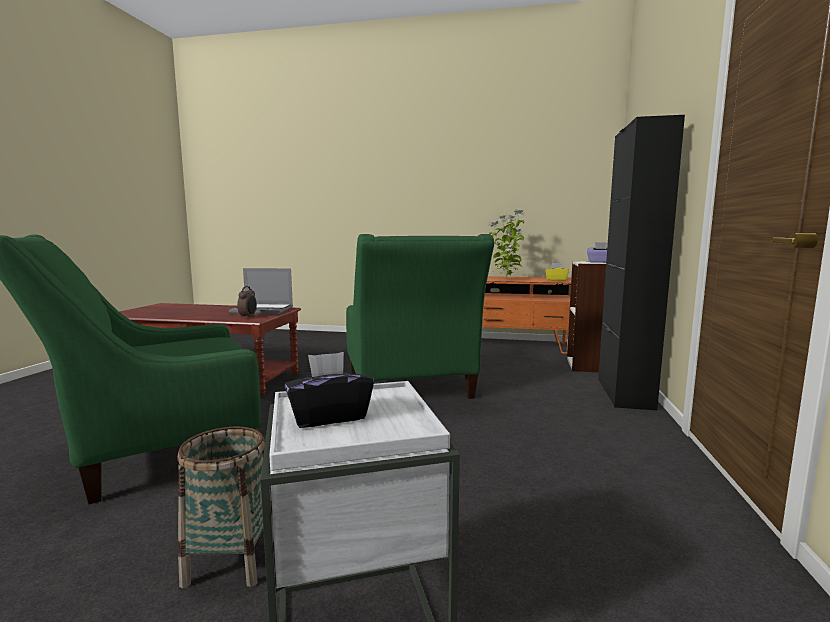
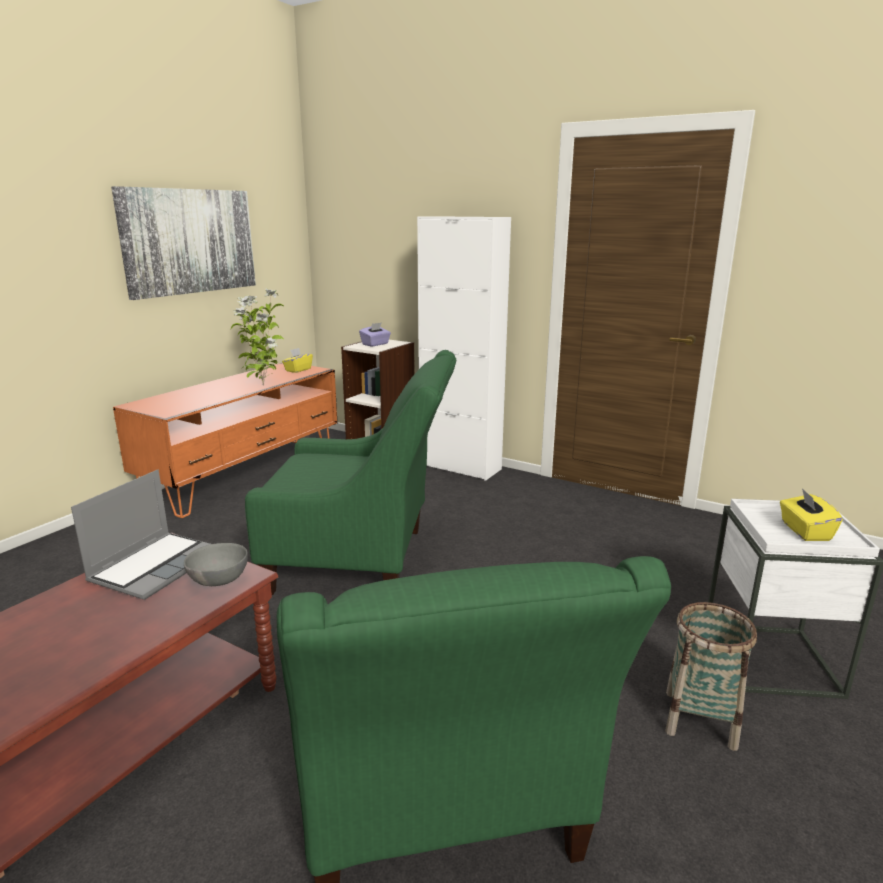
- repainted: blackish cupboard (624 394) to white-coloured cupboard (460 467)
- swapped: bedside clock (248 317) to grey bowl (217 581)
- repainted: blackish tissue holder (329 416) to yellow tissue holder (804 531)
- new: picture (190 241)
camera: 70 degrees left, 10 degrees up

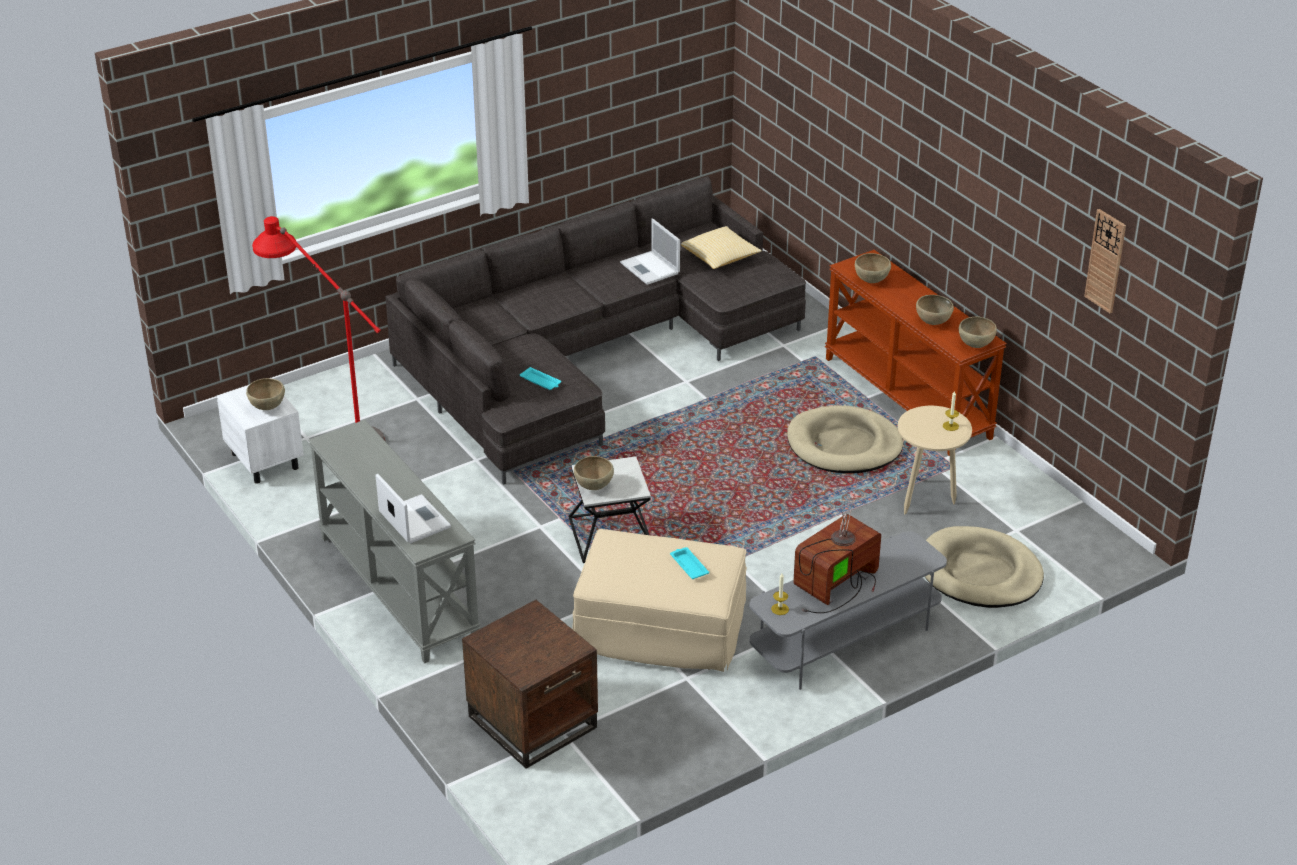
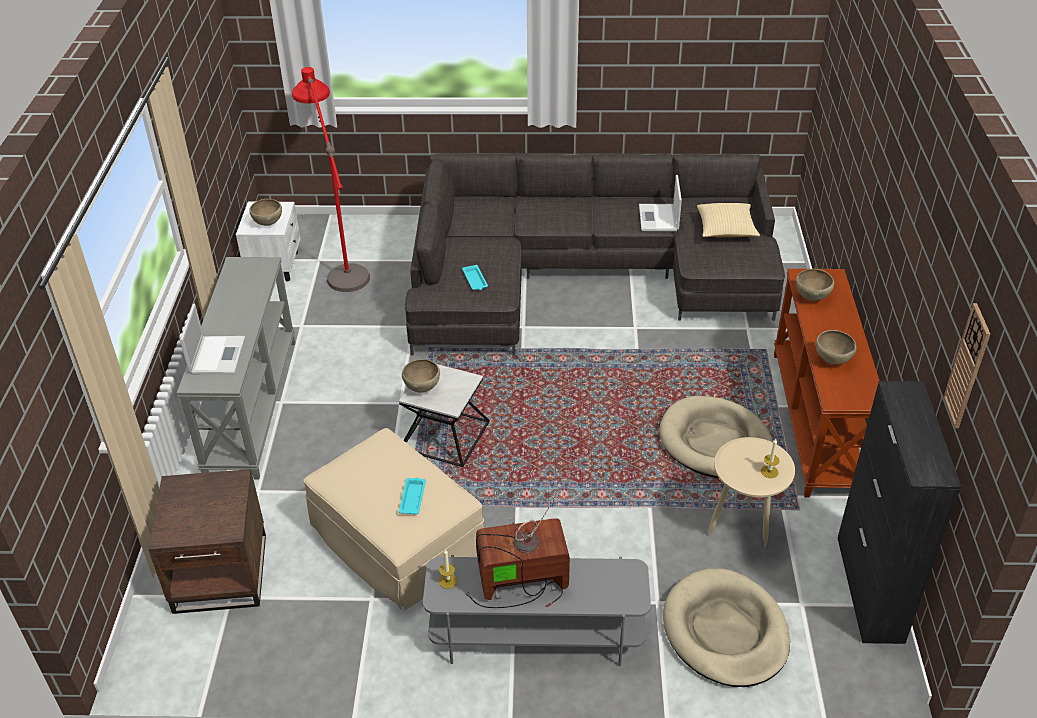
- gone: brownish bowl (976 345)
- new: blackish cupboard (869 589)
camera: 35 degrees right, 5 degrees up

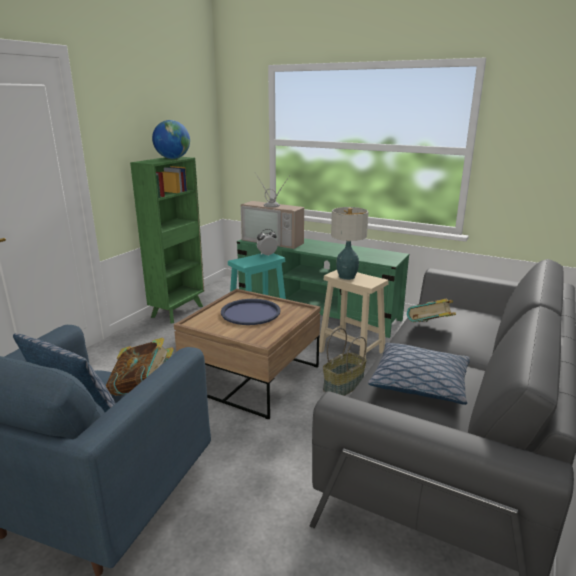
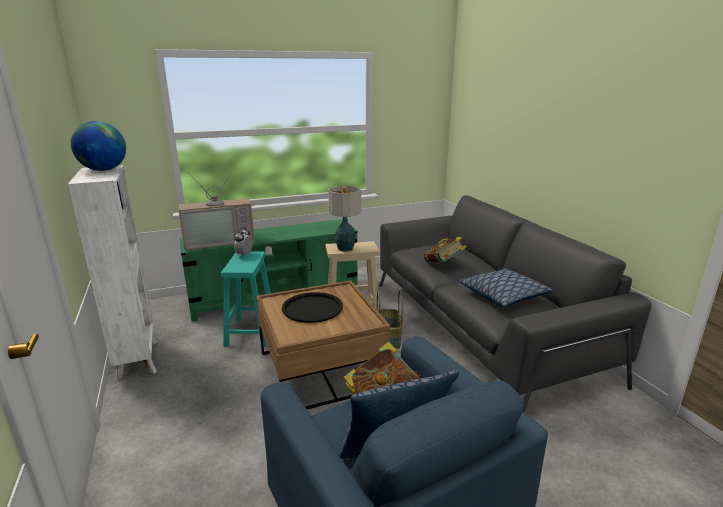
- repainted: green bookshelf (178 311) to white-coloured bookshelf (137 359)
- repainted: bluish serving tray (250 312) to blackish serving tray (312 308)
camera: 50 degrees left, 0 degrees up

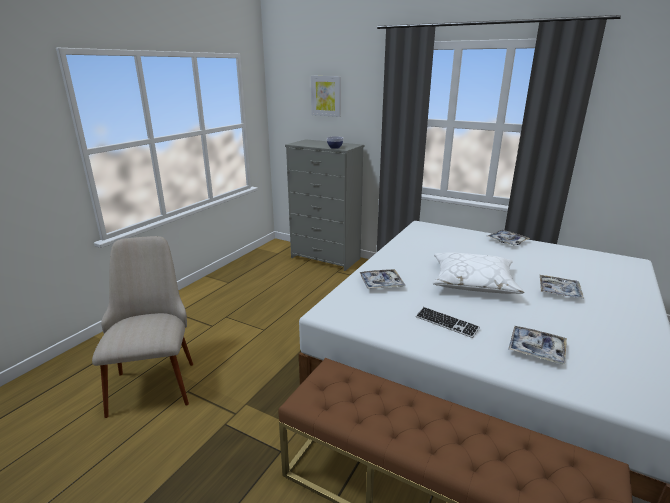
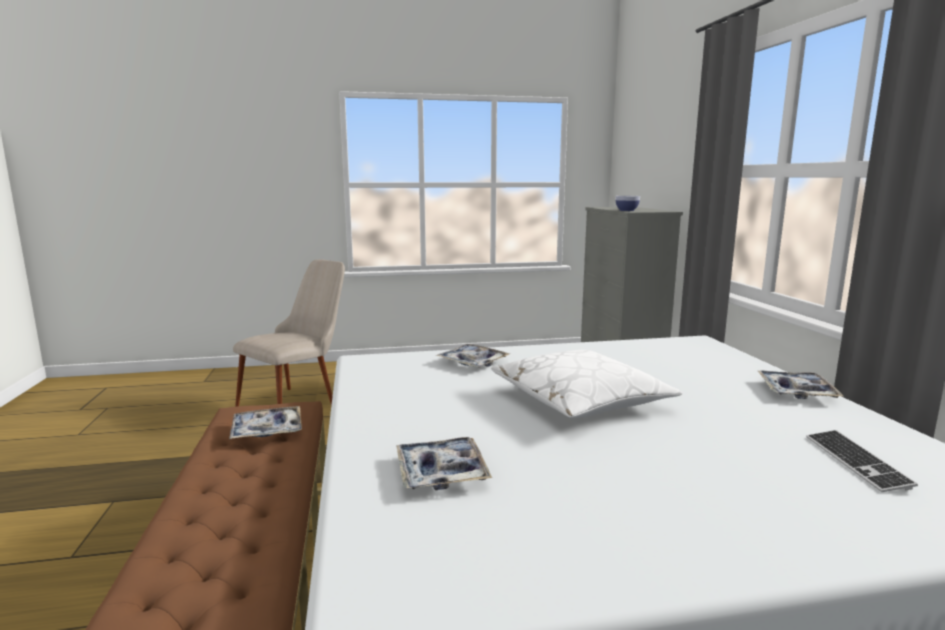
- gone: picture (326 96)
- shifted: serving tray (559 291) to (267 430)
- shifted: computer keyboard (446 323) to (856 462)
camera: 50 degrees right, 10 degrees down

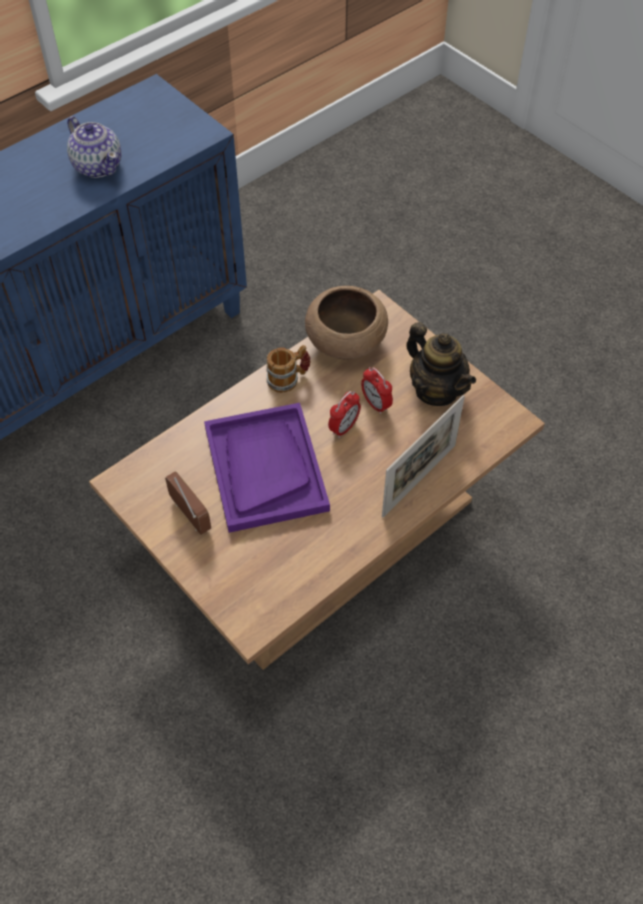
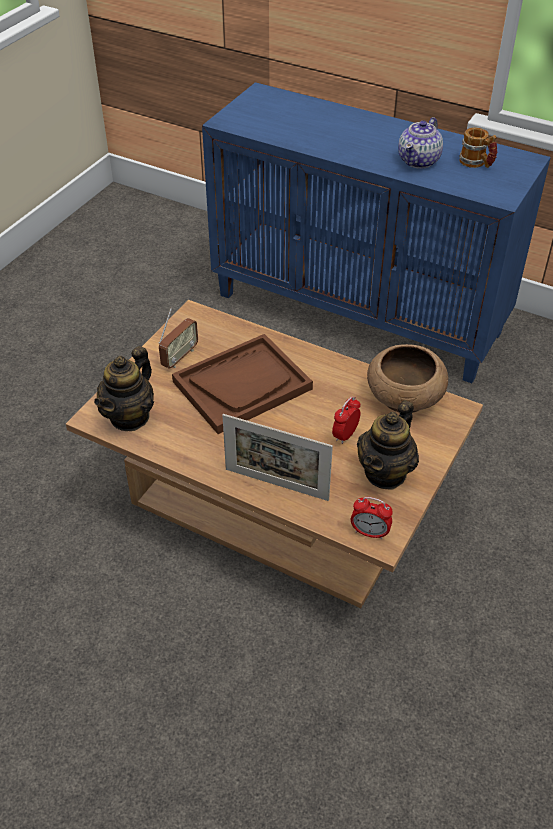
- shifted: coffee mug (288 379) to (476 163)
- shifted: bedside clock (344 428) to (370 532)
- repainted: purple serving tray (265 468) to brownish serving tray (242 385)
- new: tea pot (130 416)
camera: 70 degrees right, 10 degrees down

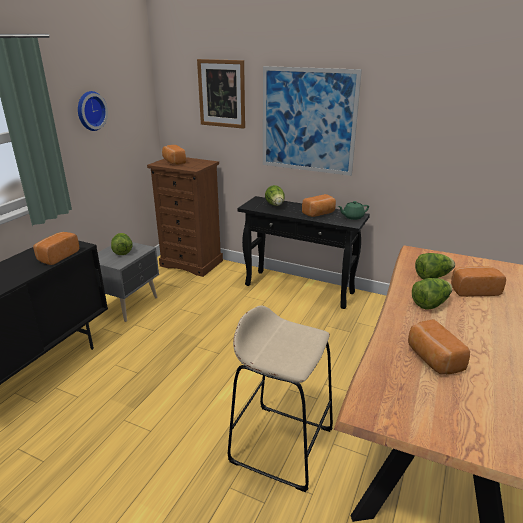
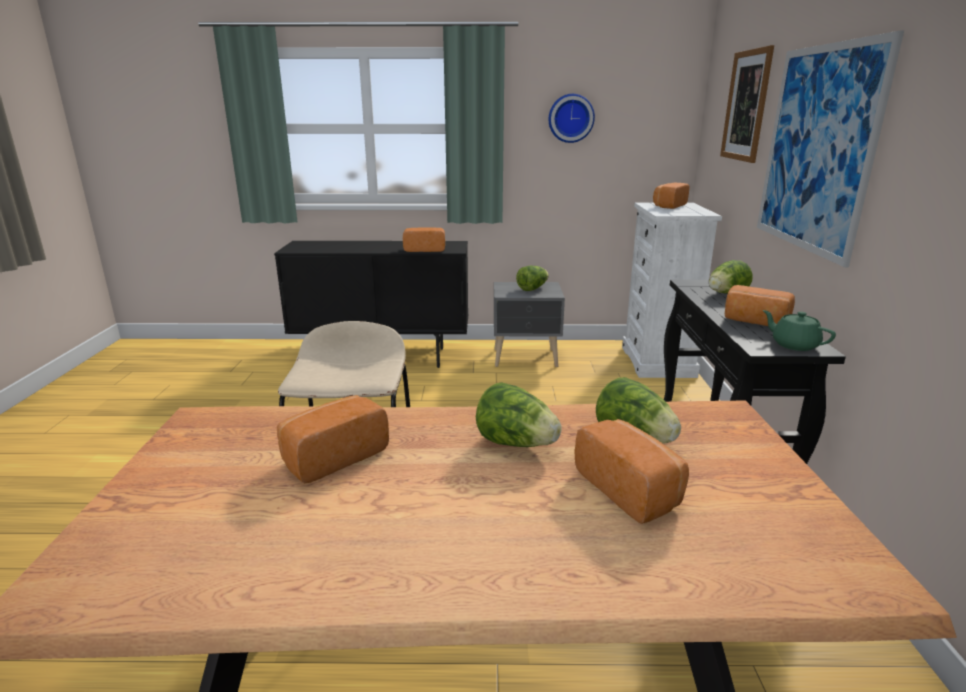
- repainted: brownish chest of drawers (192 263) to white-coloured chest of drawers (658 362)
camera: 65 degrees right, 5 degrees down

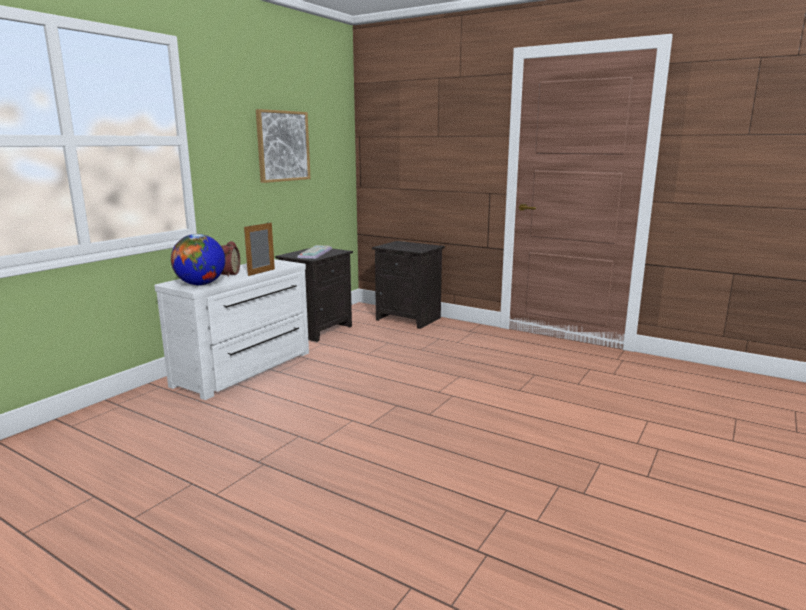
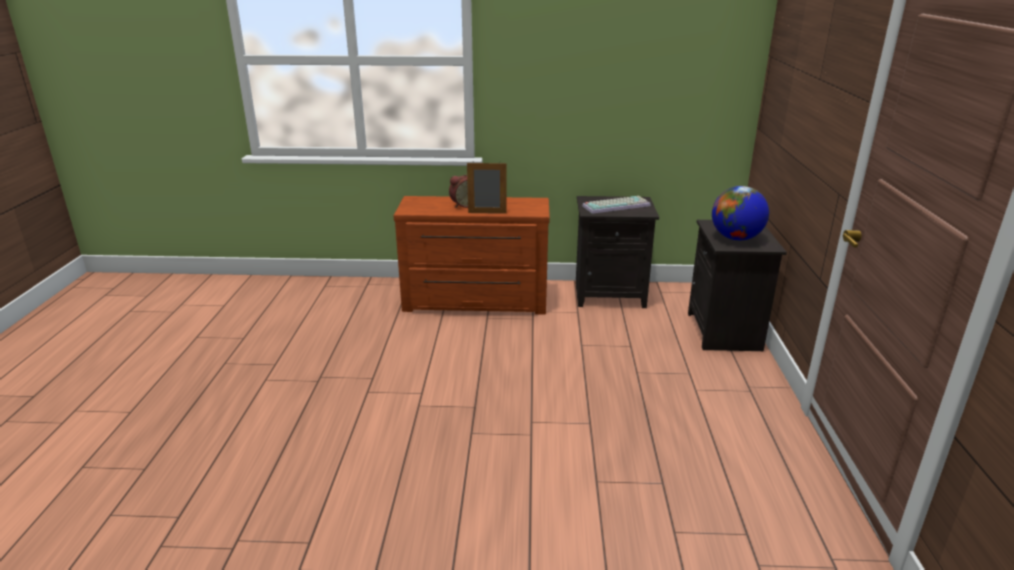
- gone: picture (283 146)
- shifted: world globe (200 284) to (736 238)
- repainted: white-coloured chest of drawers (246 369) to brownish chest of drawers (475 302)
camera: 60 degrees right, 10 degrees up

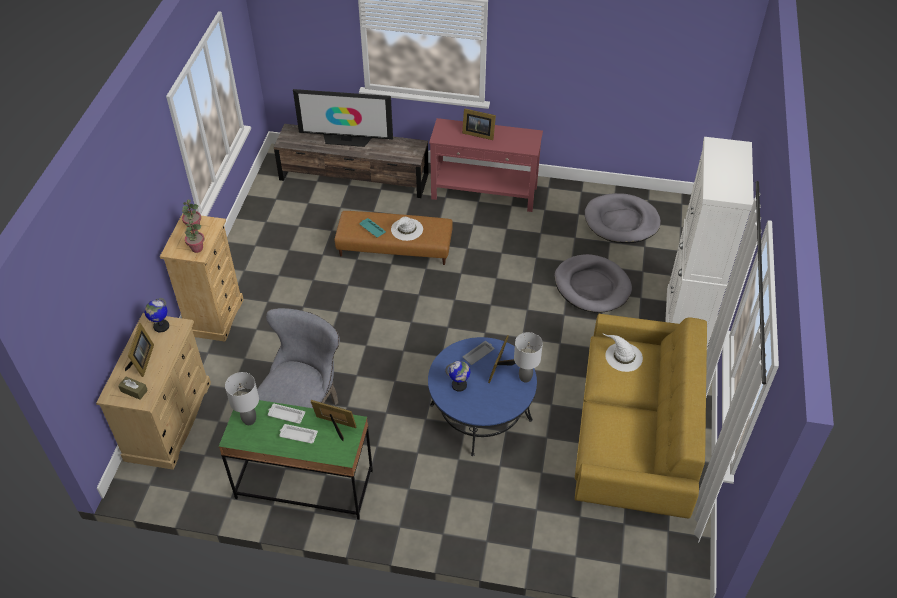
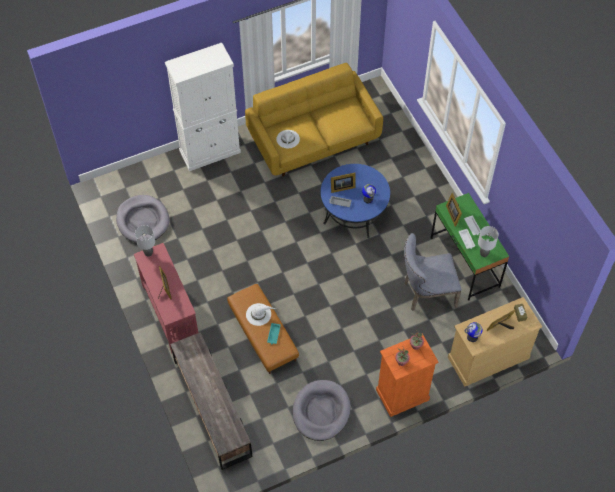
- gone: TV (346 140)
- repainted: sand-coloured chest of drawers (214 316) to orangey chest of drawers (402 395)
- shifted: grey dog cushion (592 286) to (321 411)
- shifted: grey table lamp (525 377) to (148 253)
camera: 125 degrees left, 10 degrees up

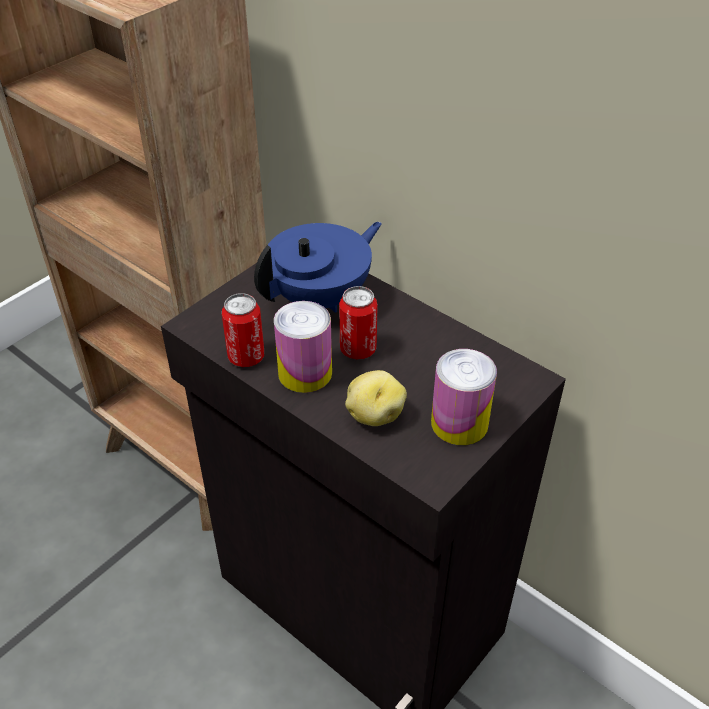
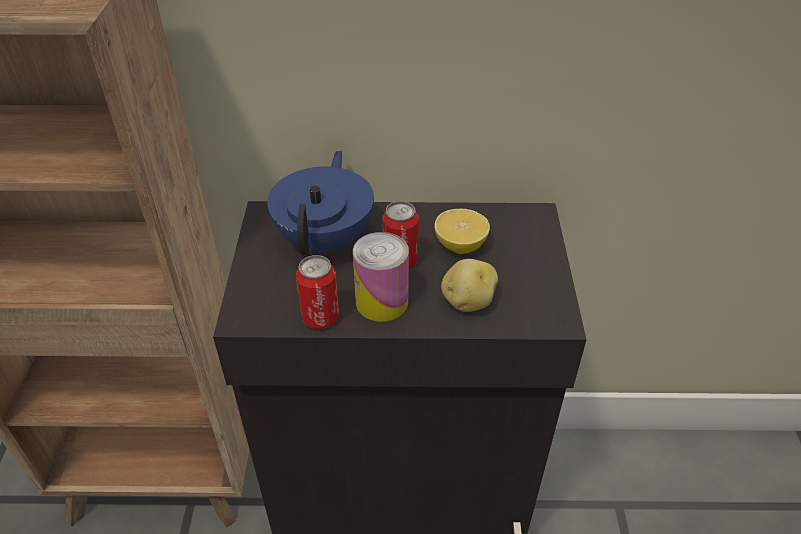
- gone: can (459 423)
- new: citrus fruit (460 245)
camera: 40 degrees left, 0 degrees up

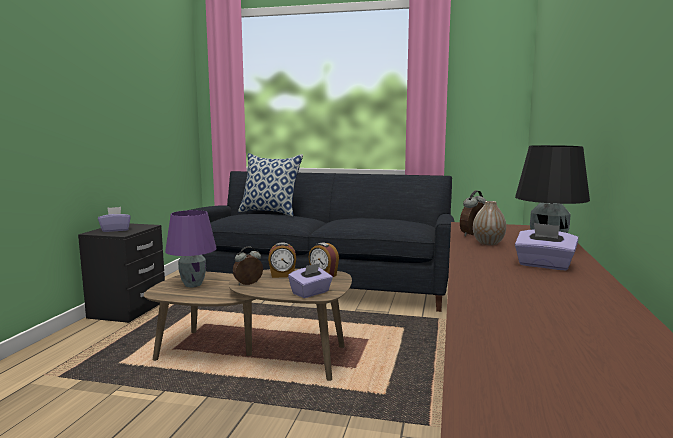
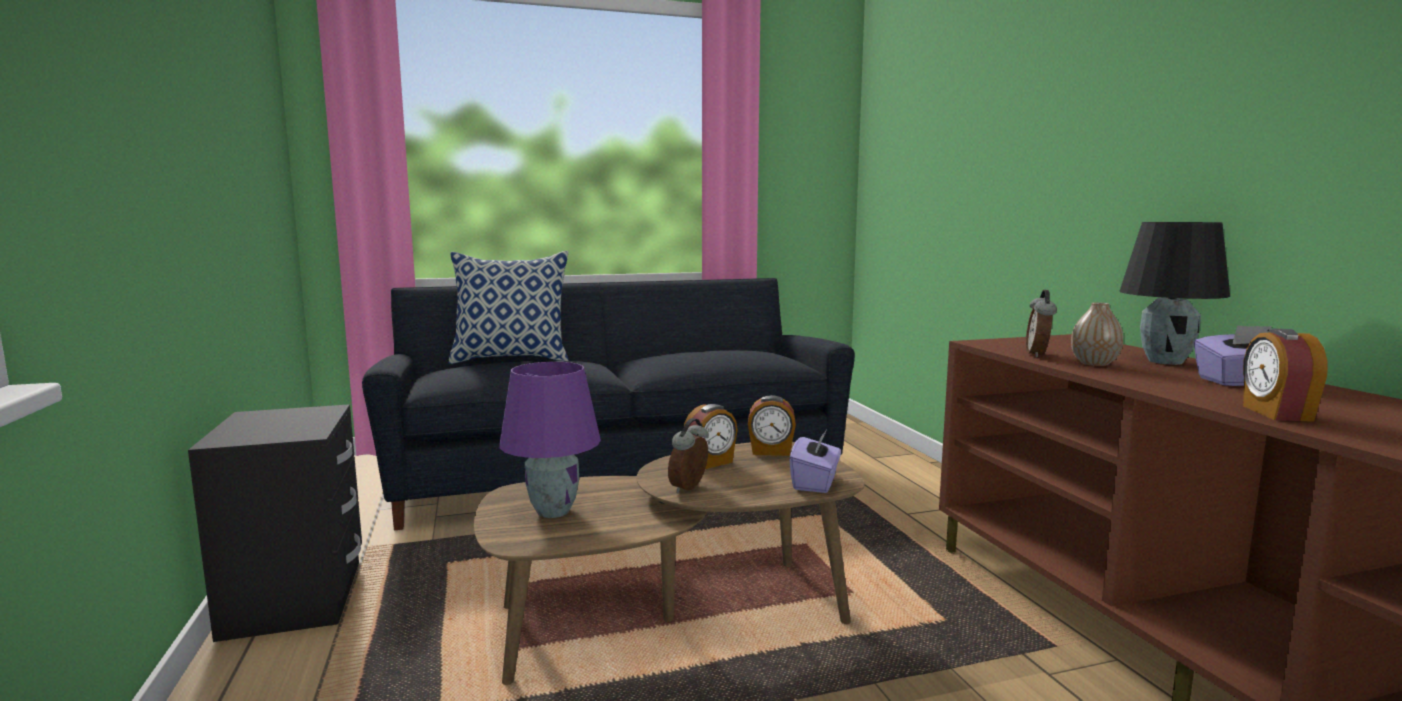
- gone: purple tissue holder (115 230)
- new: bedside clock (1275 413)
camera: 30 degrees left, 0 degrees up

